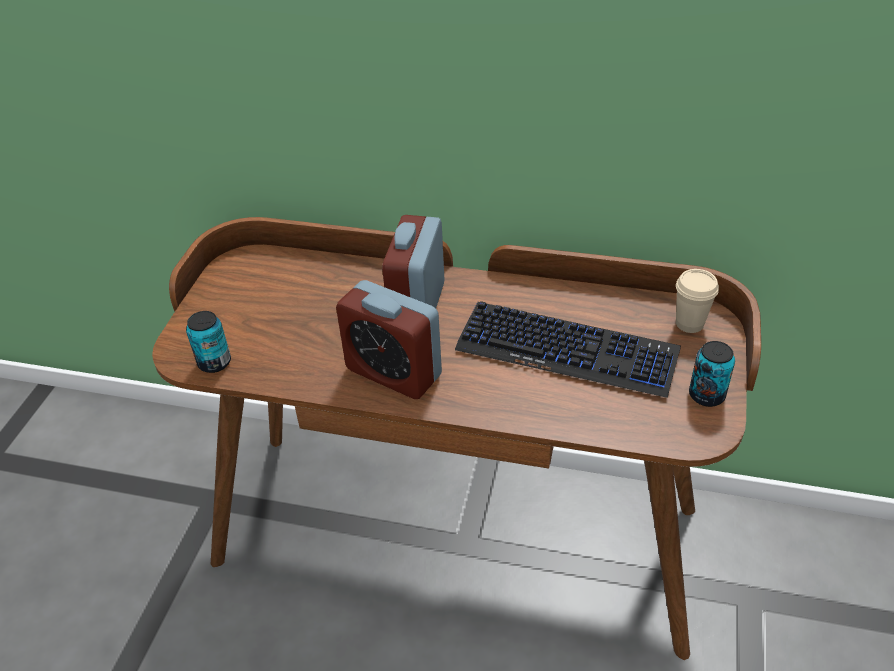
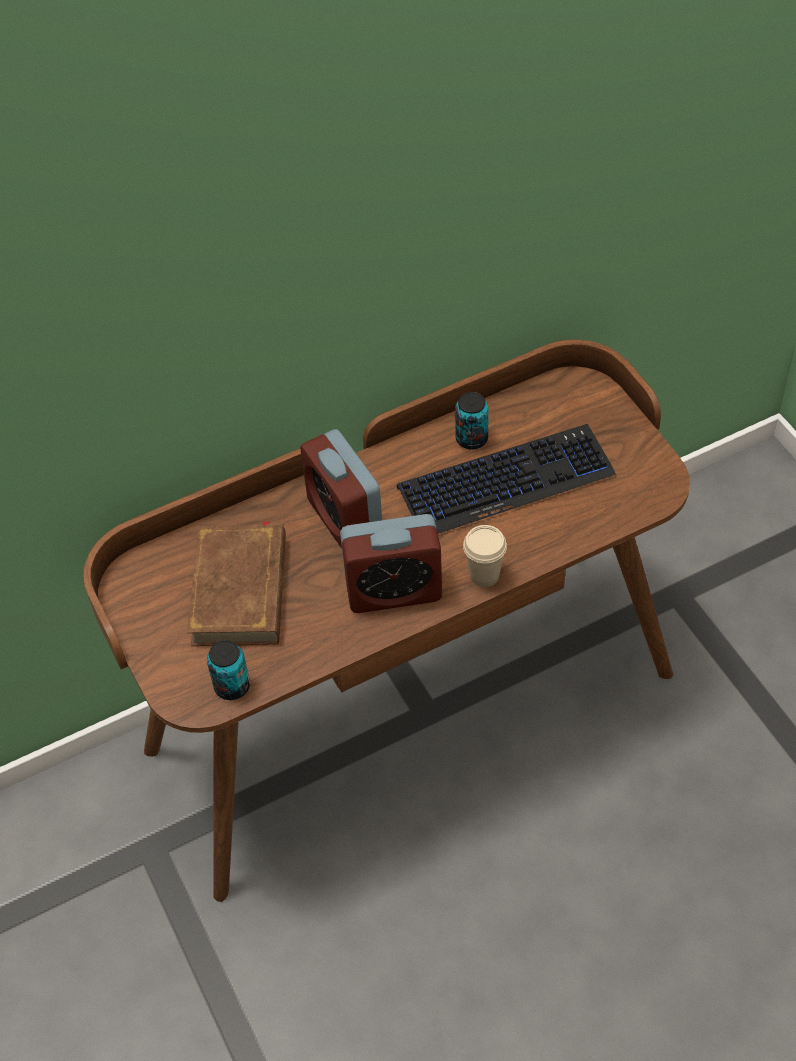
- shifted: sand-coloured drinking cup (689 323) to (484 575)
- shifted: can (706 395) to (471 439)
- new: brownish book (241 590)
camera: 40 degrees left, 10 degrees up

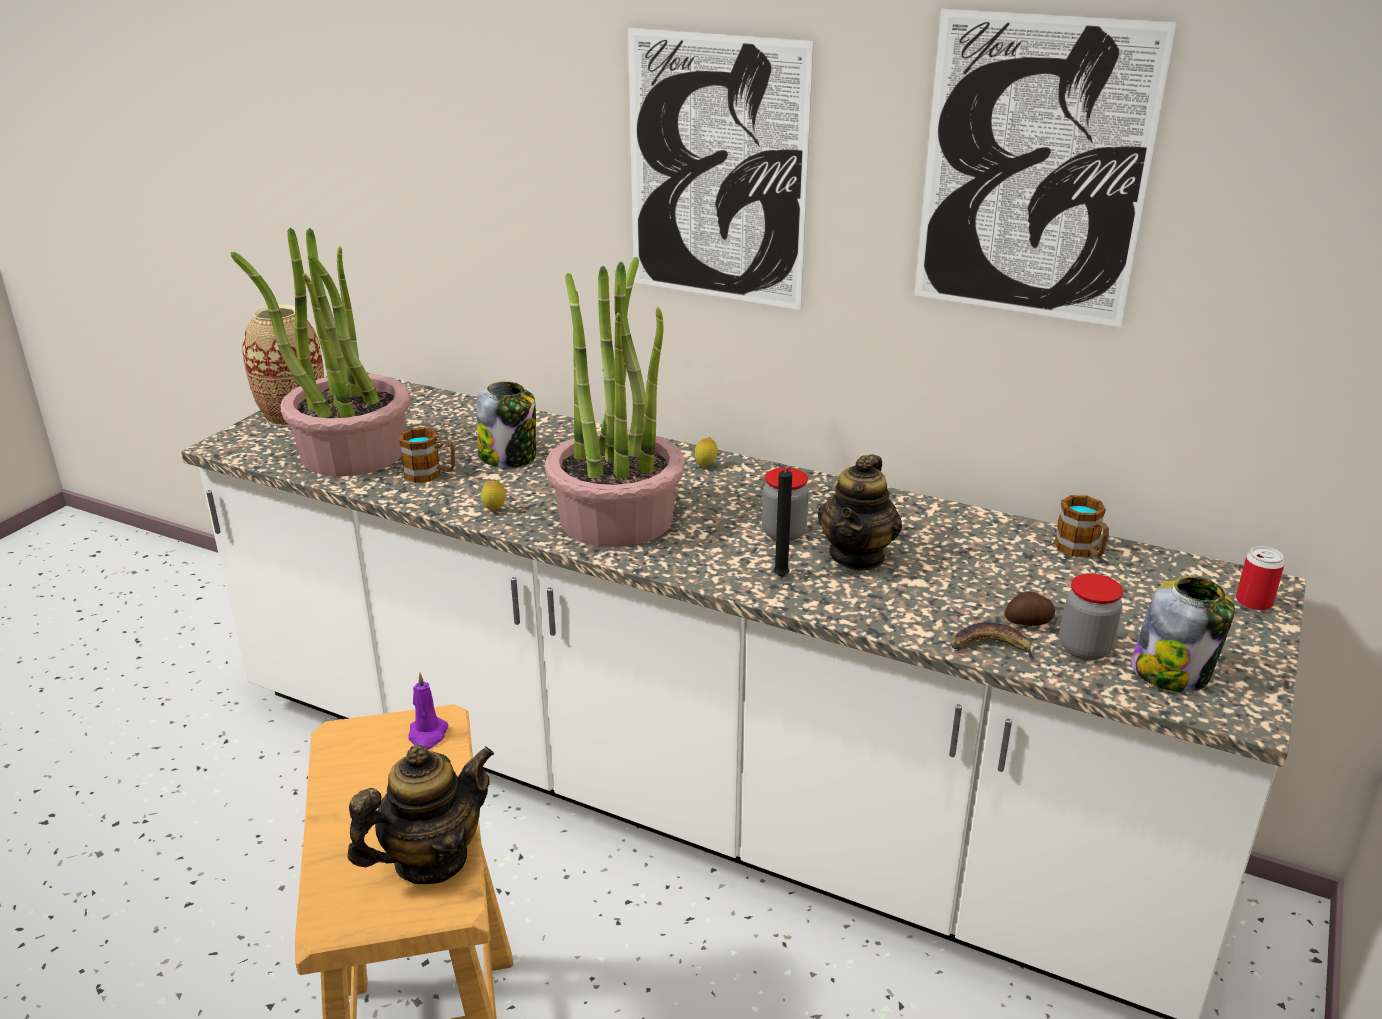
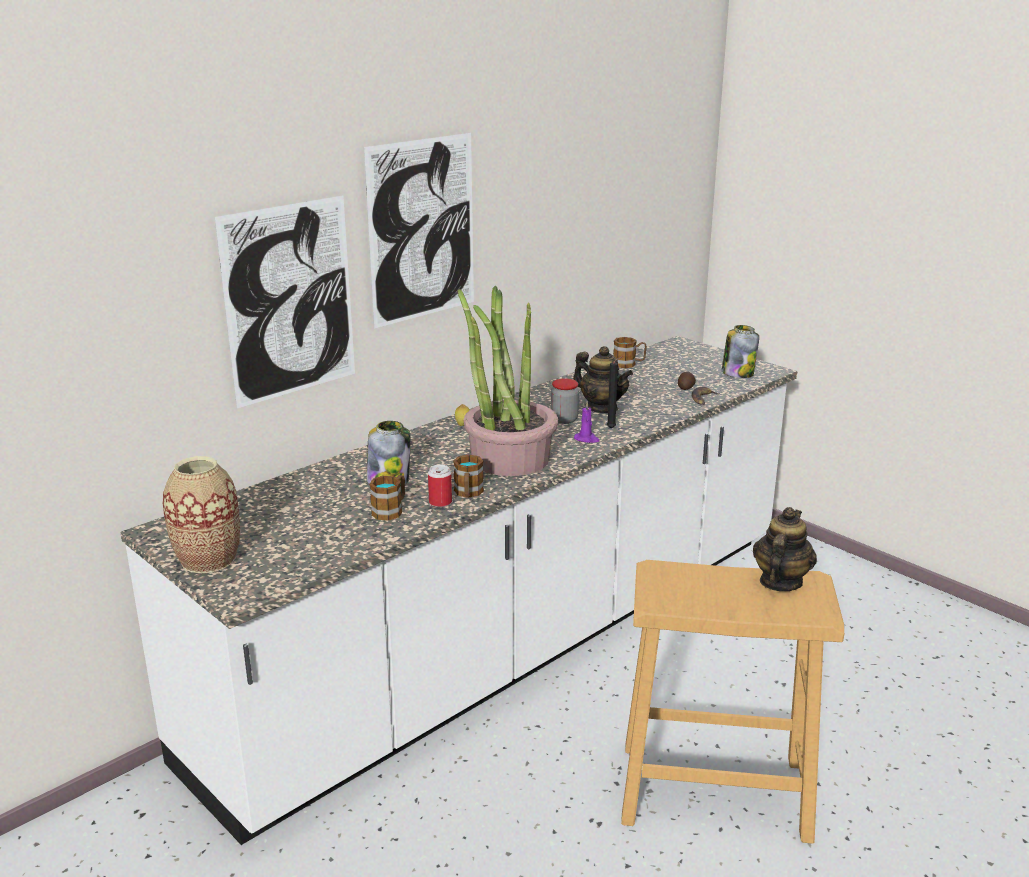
- shifted: picture (1033 171) to (290 301)
- gone: potted plant (351 452)
- swapped: citrus fruit (494 510) to coffee mug (468 493)
- shifted: can (1253 602) to (440 502)
- gone: preserve jar (1085 649)
- shifted: purple candle (427 735) to (587 439)
- rotated: tea pot (430 860) = (780 582) 45 degrees clockwise
camera: 70 degrees left, 5 degrees down

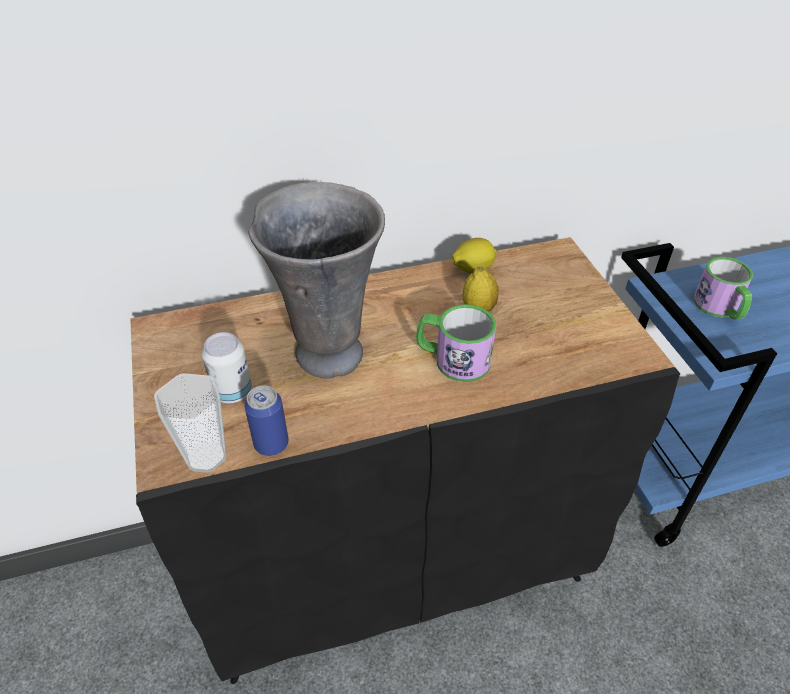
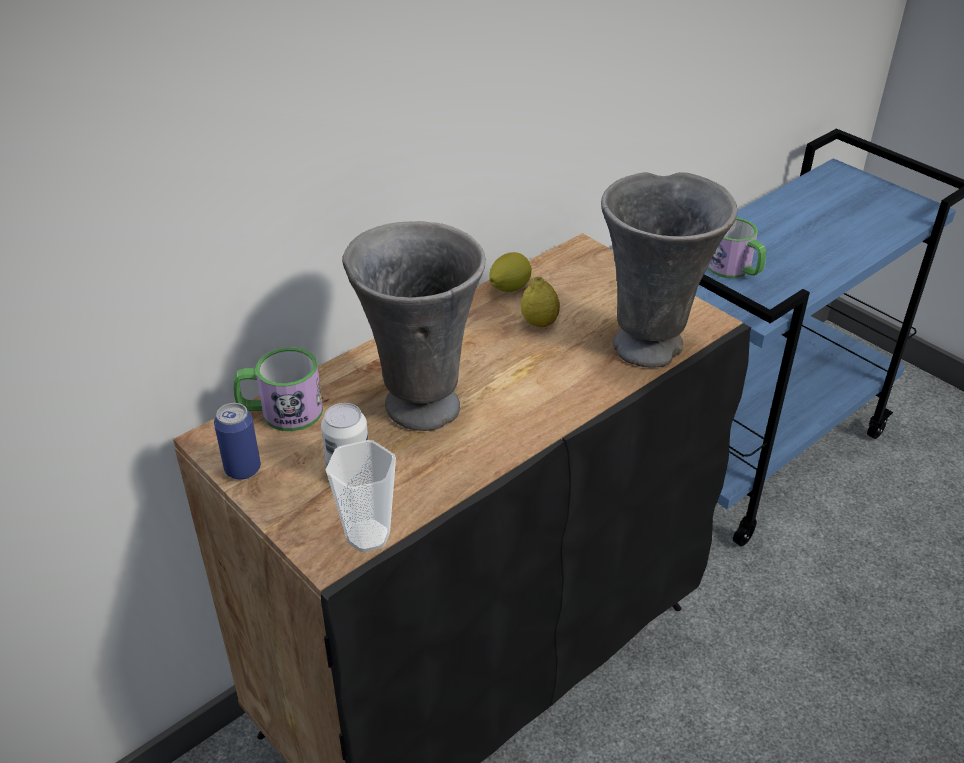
- shifted: coffee mug (453 359) to (281 412)
- shifted: can (271 444) to (243 469)
- new: grey flower vase (651 346)
camera: 25 degrees left, 5 degrees down

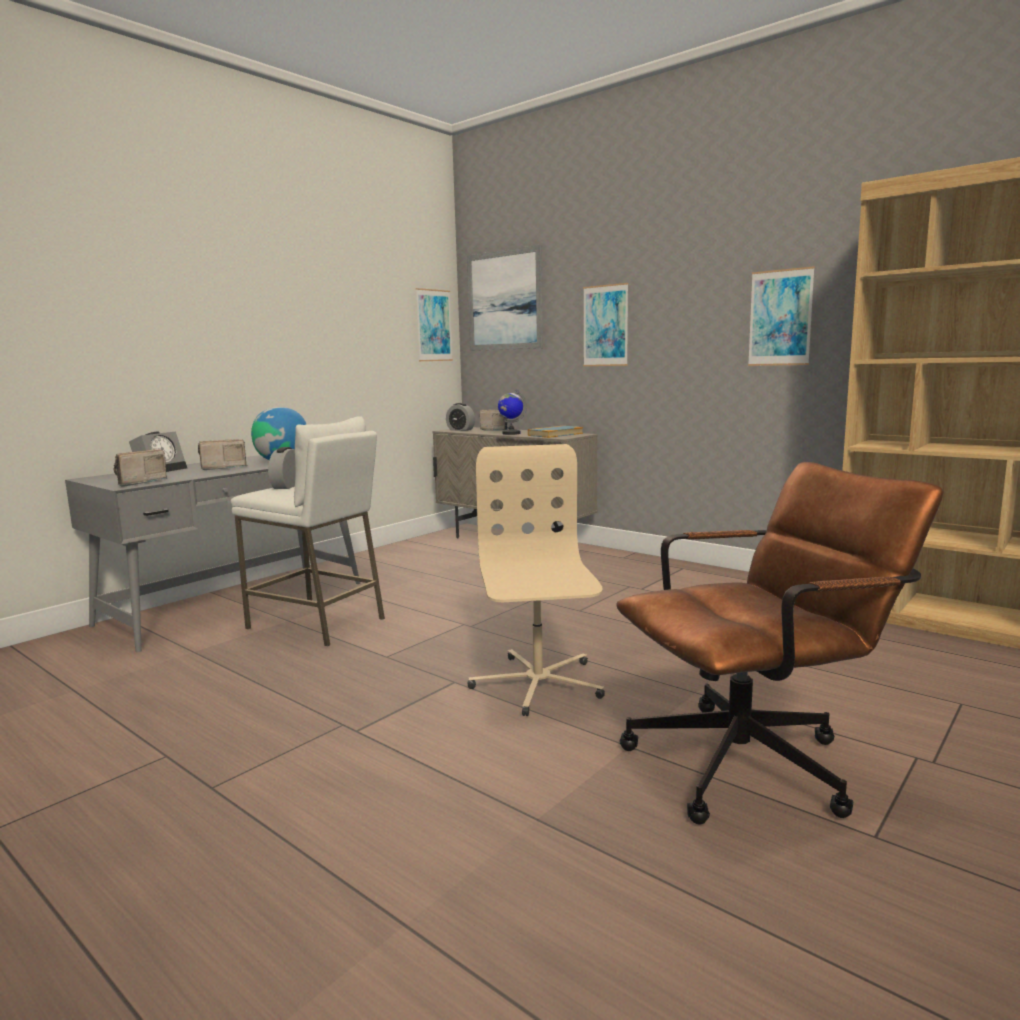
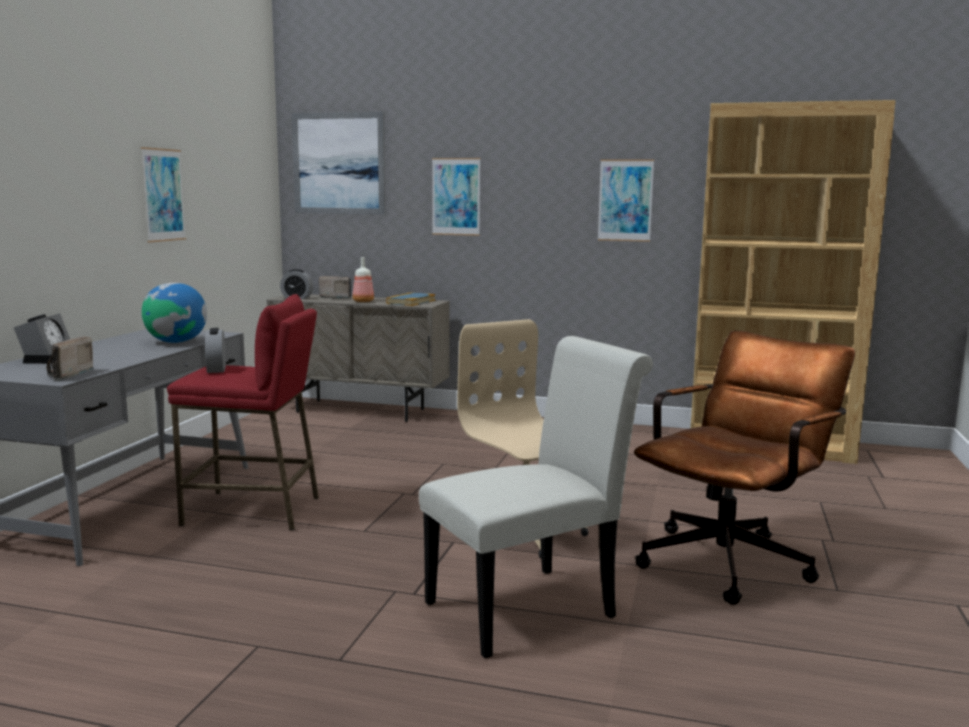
- shifted: picture (434 325) to (163 195)
- swapped: world globe (511 433) to drink bottle (363 301)
- repainted: white-coloured sitting stool (317 623) to red-coloured sitting stool (253 511)
- gone: radio receiver (222 468)
- new: white-coloured plain chair (531 607)
camera: 25 degrees left, 0 degrees up

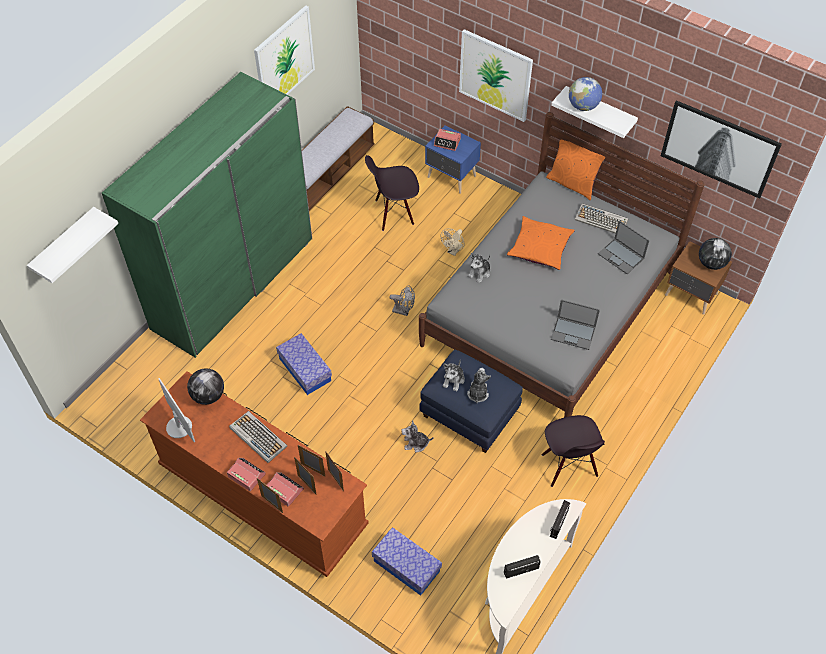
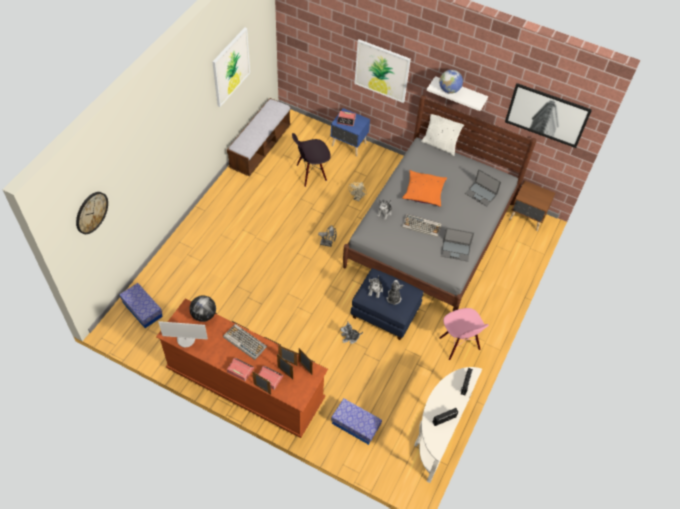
- gone: green armoire (233 283)
- repainted: orangey throw pillow (572 183) to white-coloured throw pillow (440 145)
- shifted: computer keyboard (601 220) to (422 226)
- swapped: white-coloured bracket shelf (64 244) to wall clock (91 212)
- gone: world globe (711 263)
- shifted: storage box (305 370) to (142 309)
- rotated: computer screen (179 427) = (186 339) 135 degrees clockwise
- repainted: blackish plain chair (568 466) to pinkish plain chair (459 344)
camera: 10 degrees left, 0 degrees up

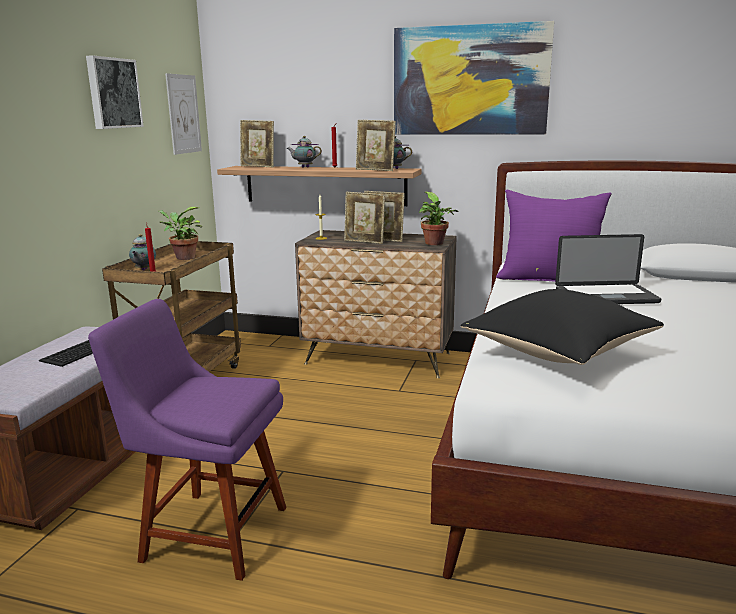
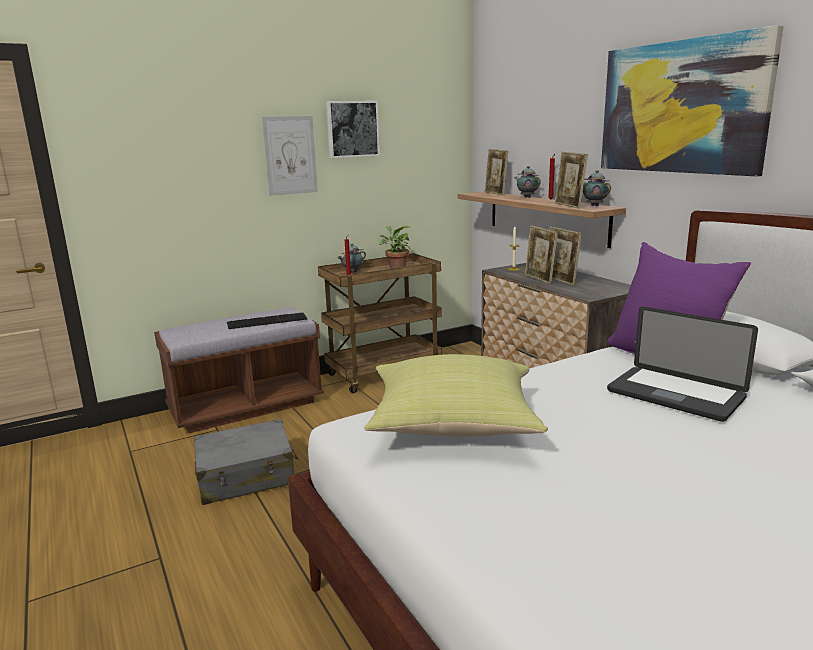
- shifted: picture (183 114) to (290 155)
- gone: potted plant (435 244)
- repainted: blackish throw pillow (559 355) to yellow throw pillow (451 426)
- swapped: purple plain chair (209 532) to grey piece of luggage (247 476)
camera: 45 degrees right, 0 degrees up

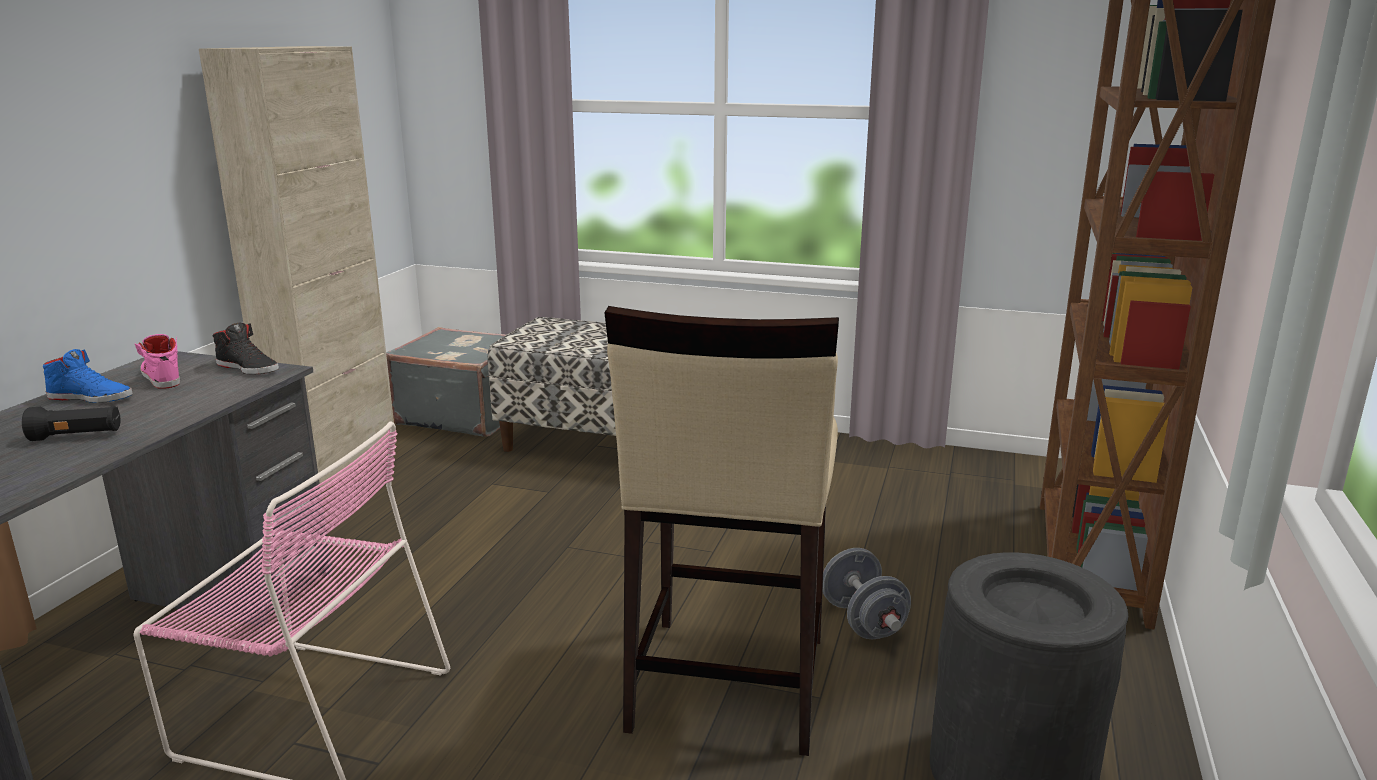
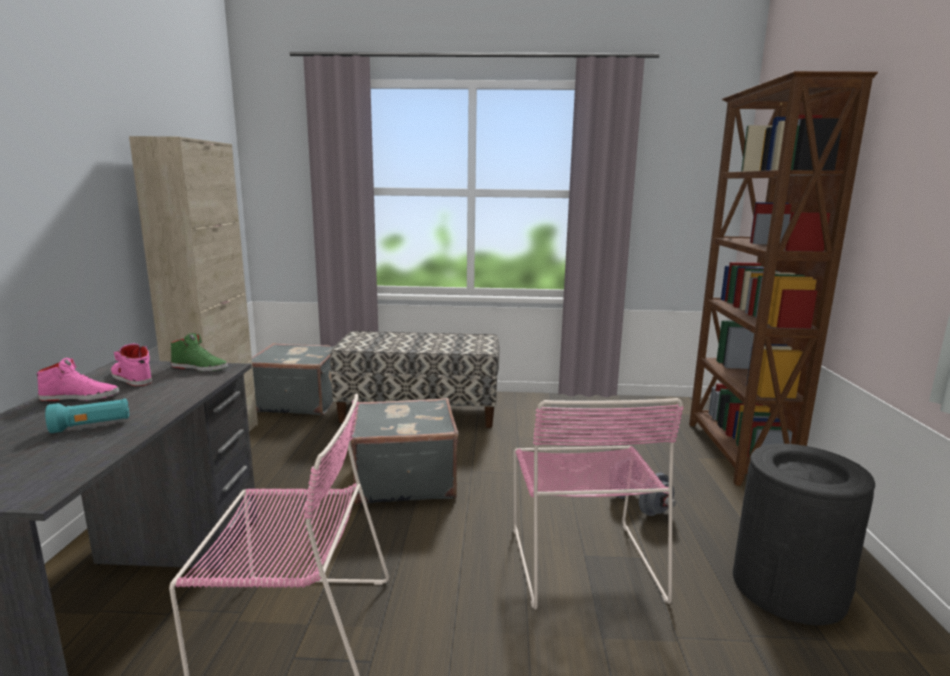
- swapped: sand-coloured sitting stool (726 684) to pinkish plain chair (583 559)
- repainted: blackish shoe (248 368) to green shoe (200 367)
- repainted: bluish shoe (91 397) to pinkish shoe (80 397)
- repainted: blackish hand torch (77 436) to turquoise hand torch (92 426)
- new: grey piece of luggage (403 479)
camera: 15 degrees left, 5 degrees down

